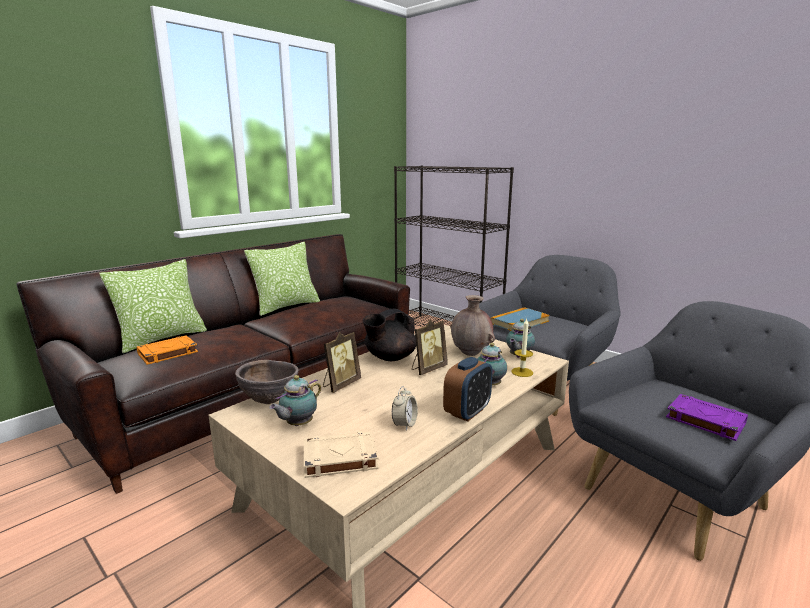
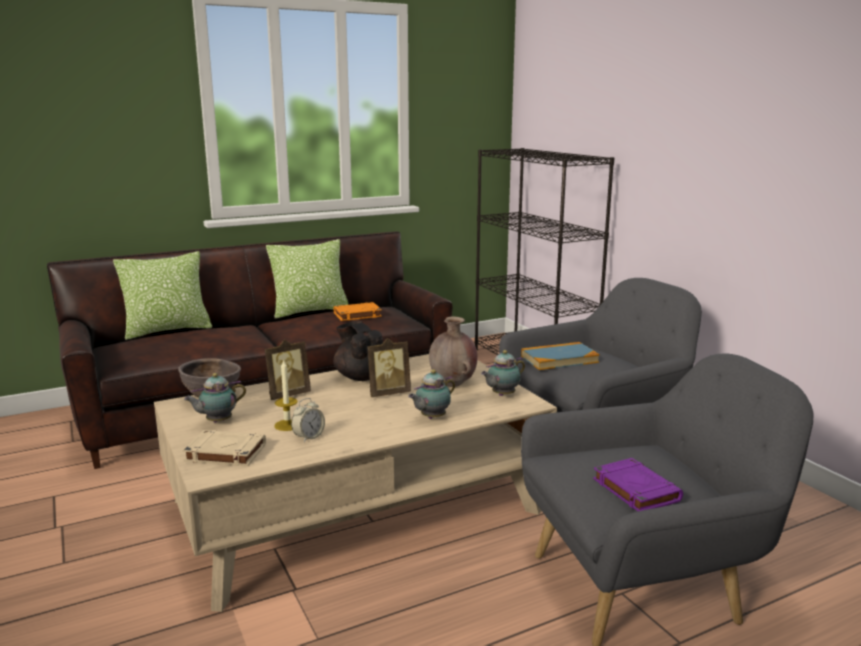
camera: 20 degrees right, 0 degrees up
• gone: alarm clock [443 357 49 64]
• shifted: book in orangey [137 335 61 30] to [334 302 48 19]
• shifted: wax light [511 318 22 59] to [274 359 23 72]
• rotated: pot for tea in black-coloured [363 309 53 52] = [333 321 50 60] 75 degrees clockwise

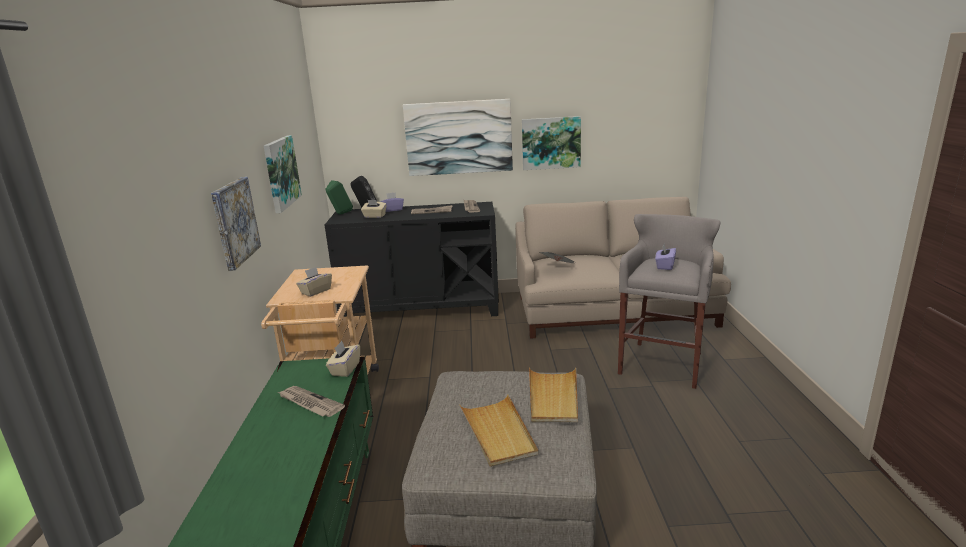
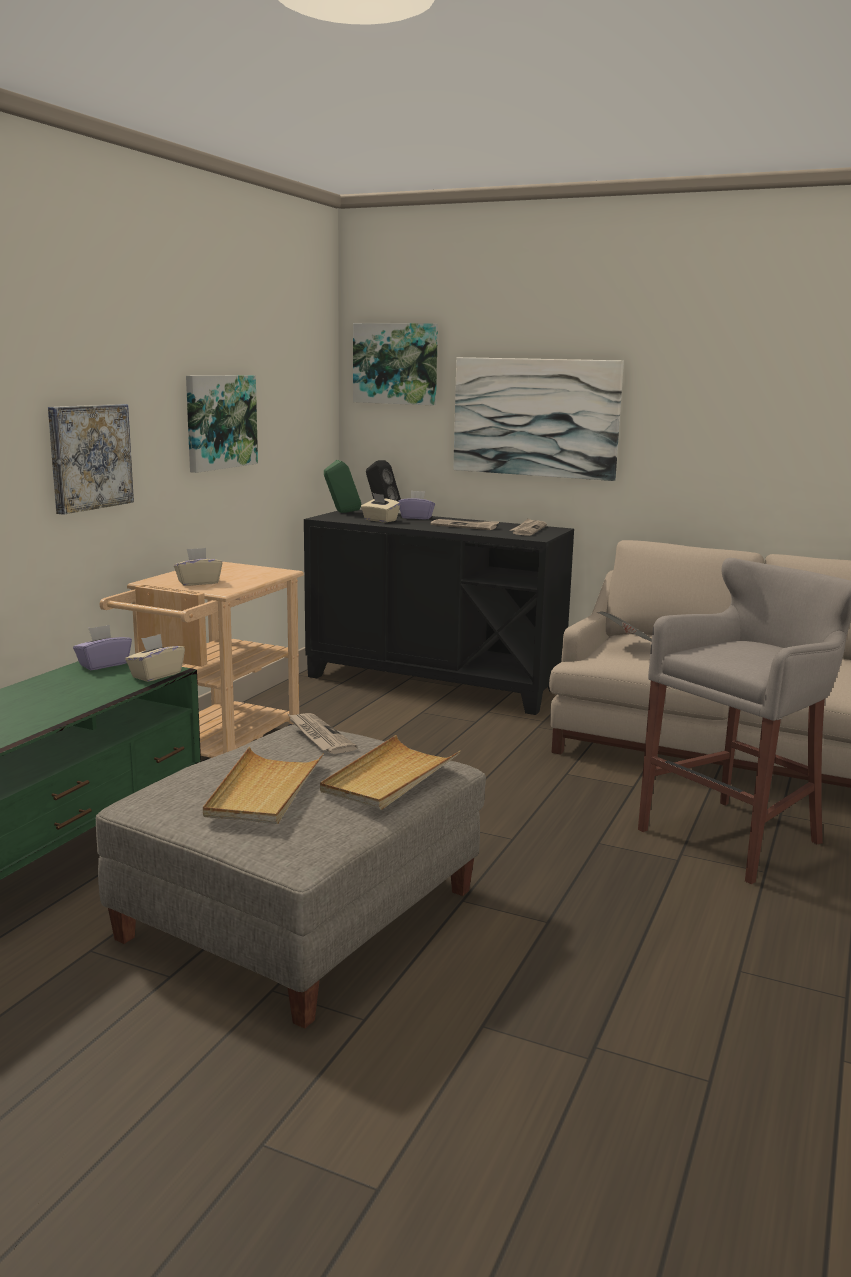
camera: 25 degrees right, 5 degrees down
• shifted: newspaper [278 386 67 31] to [288 713 70 41]
• shifted: wall picture [522 116 59 54] to [353 323 85 82]
• shifted: box of tissues in purple [655 243 21 27] to [73 625 59 45]

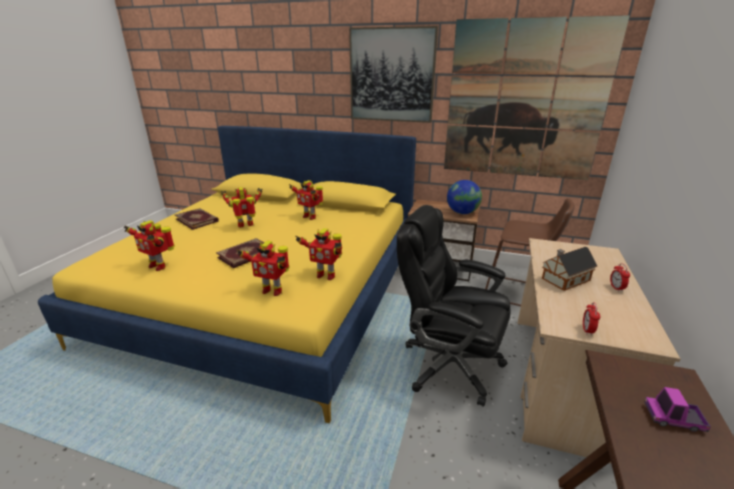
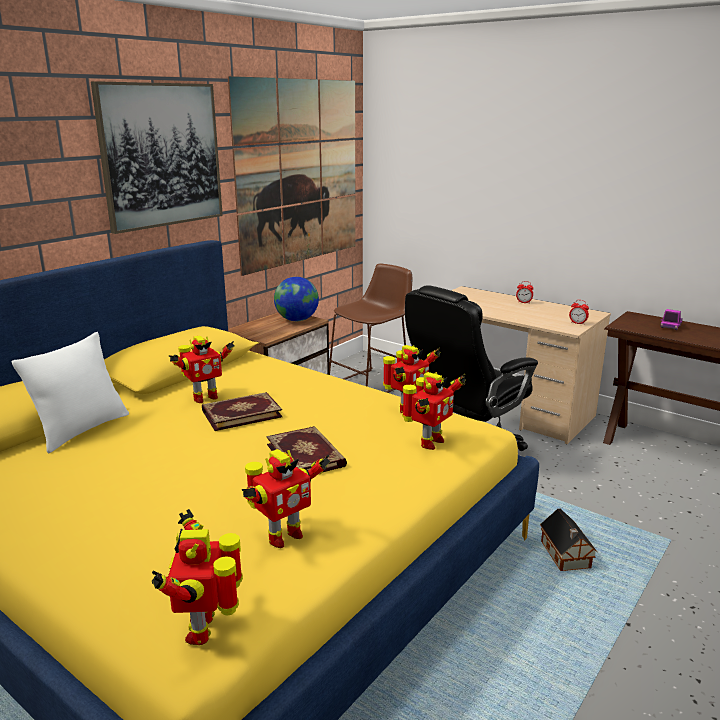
camera: 70 degrees left, 5 degrees down
• new: cushion in whitish [11 332 118 121]
• shifted: book [175 208 44 22] to [202 392 81 39]
• shifted: model robot [221 187 41 40] to [152 509 91 136]
• shifted: miniature house [542 247 55 44] to [540 509 58 62]

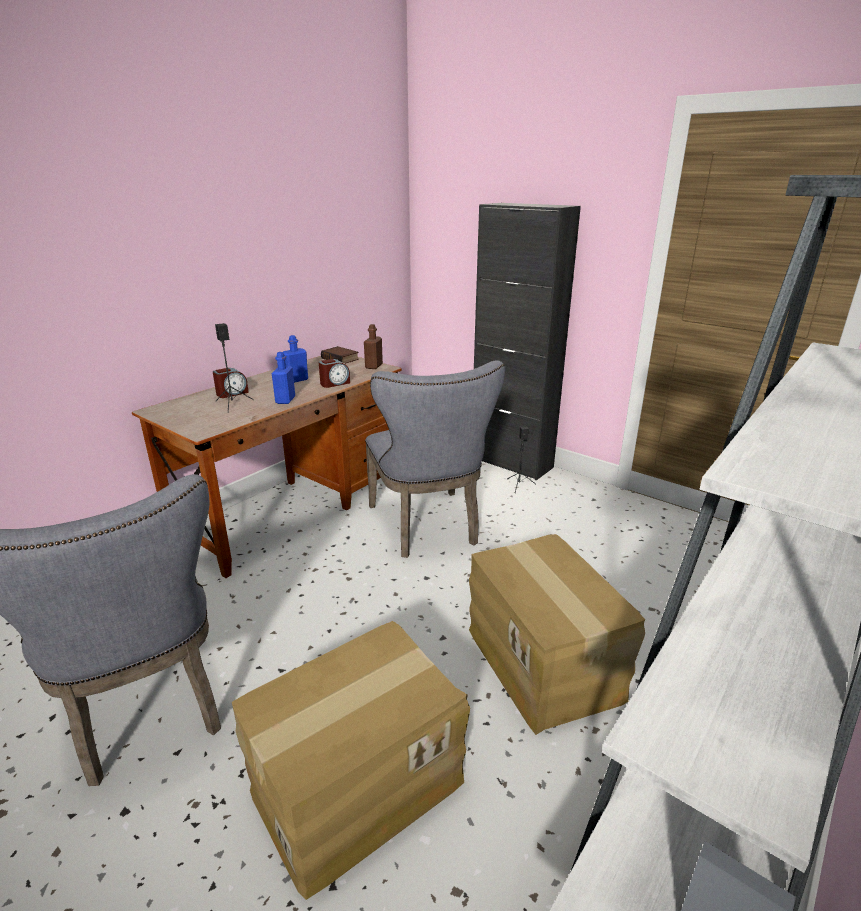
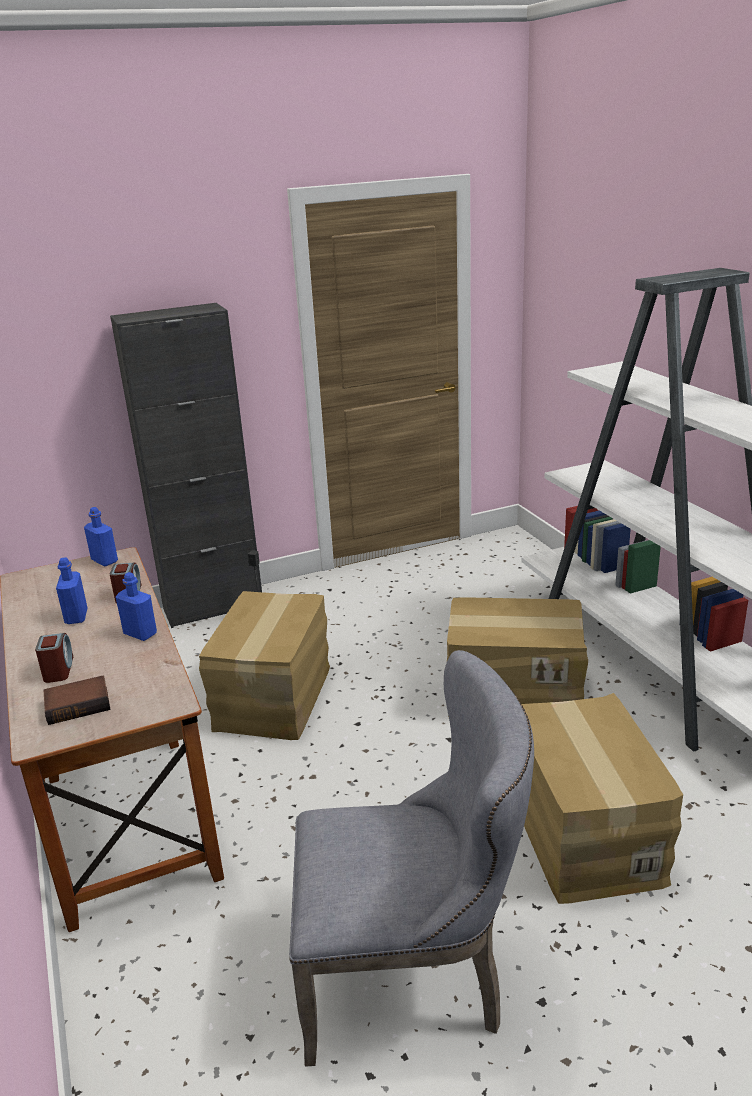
camera: 60 degrees left, 0 degrees up
• gone: speaker in black-coloured [215 323 39 90]
• shifted: book [321 346 38 18] to [44 675 66 50]
• swapped: plain chair in greyish [365 360 140 198] to carton [199 591 131 149]
• repainted: beverage bottle in brown-coloured [364 324 19 45] to beverage bottle in blue-coloured [84 507 34 60]

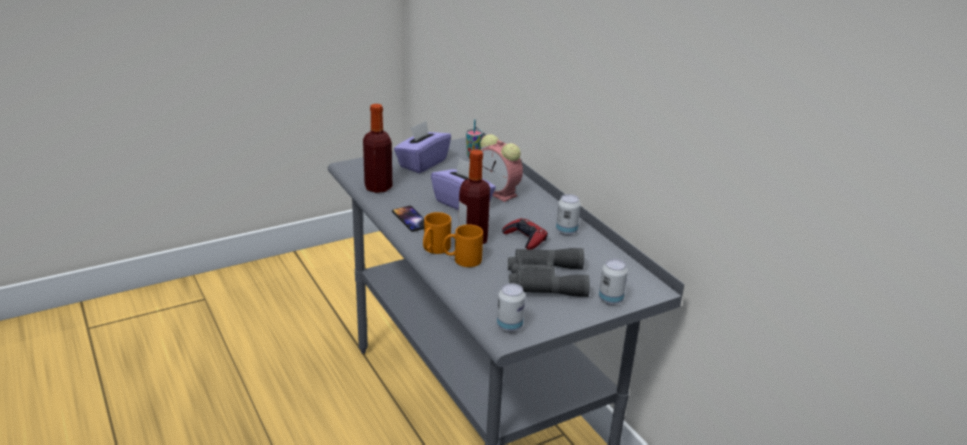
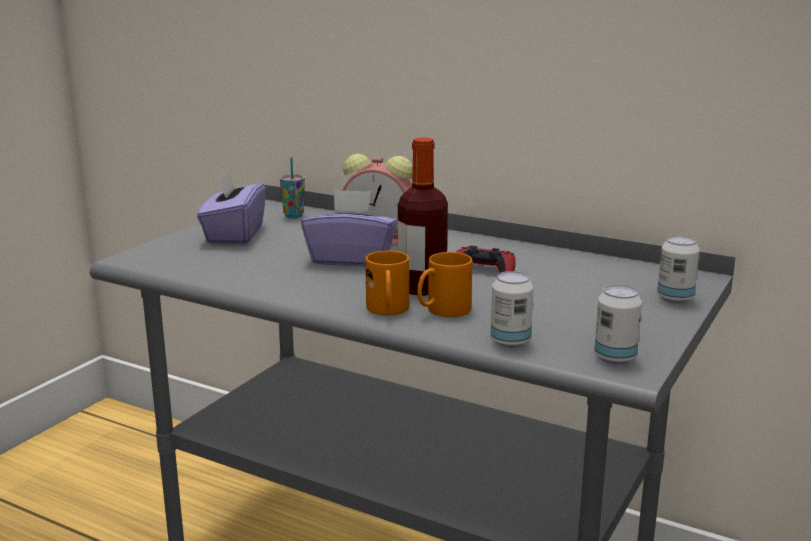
camera: 30 degrees left, 10 degrees down
• gone: beverage bottle [363 104 29 89]
• gone: handset [392 206 32 26]
• gone: binoculars in greyish [508 248 82 49]
• shifted: metal can [556 194 25 41] to [490 271 43 77]

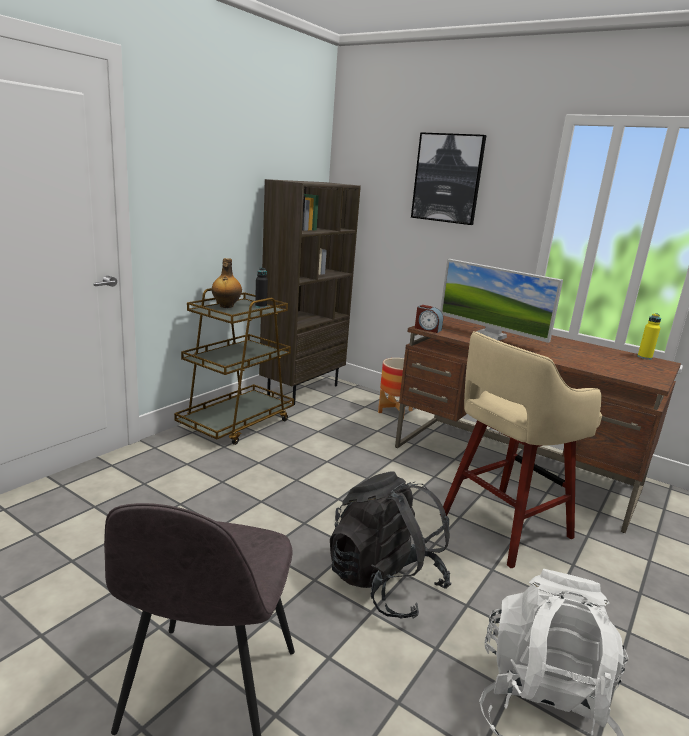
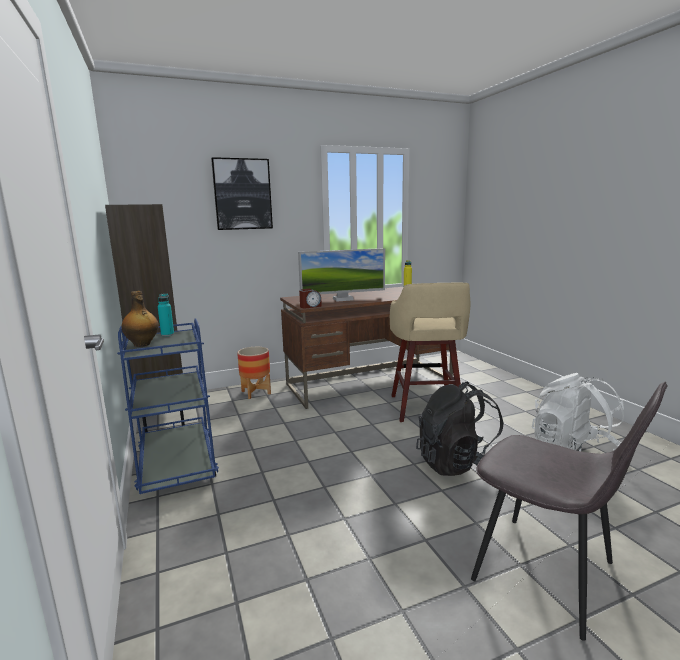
camera: 55 degrees left, 5 degrees down
• repainted: trolley in brown-coloured [174 288 120 157] to trolley in blue-coloured [117 318 102 176]
• repainted: beverage bottle in black-coloured [255 267 13 41] to beverage bottle in turquoise-coloured [158 293 16 43]

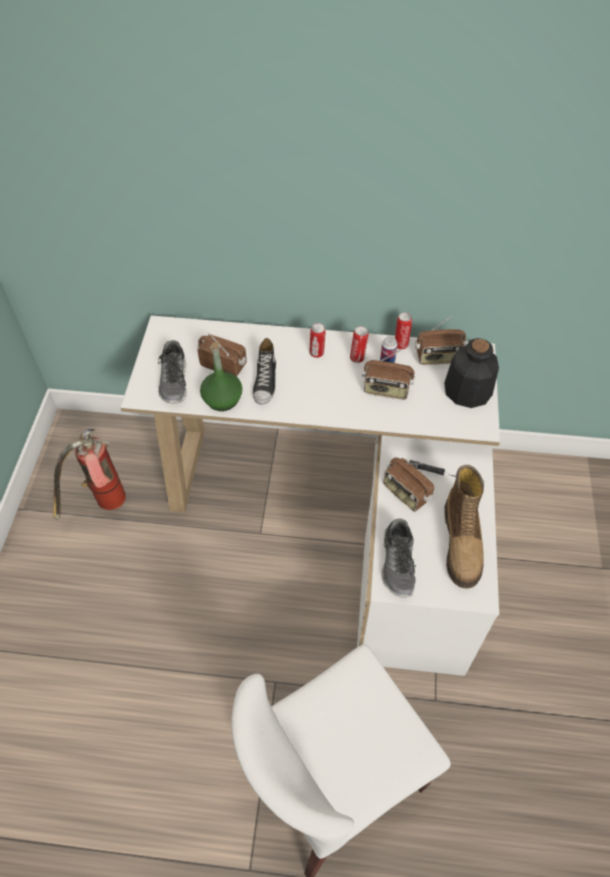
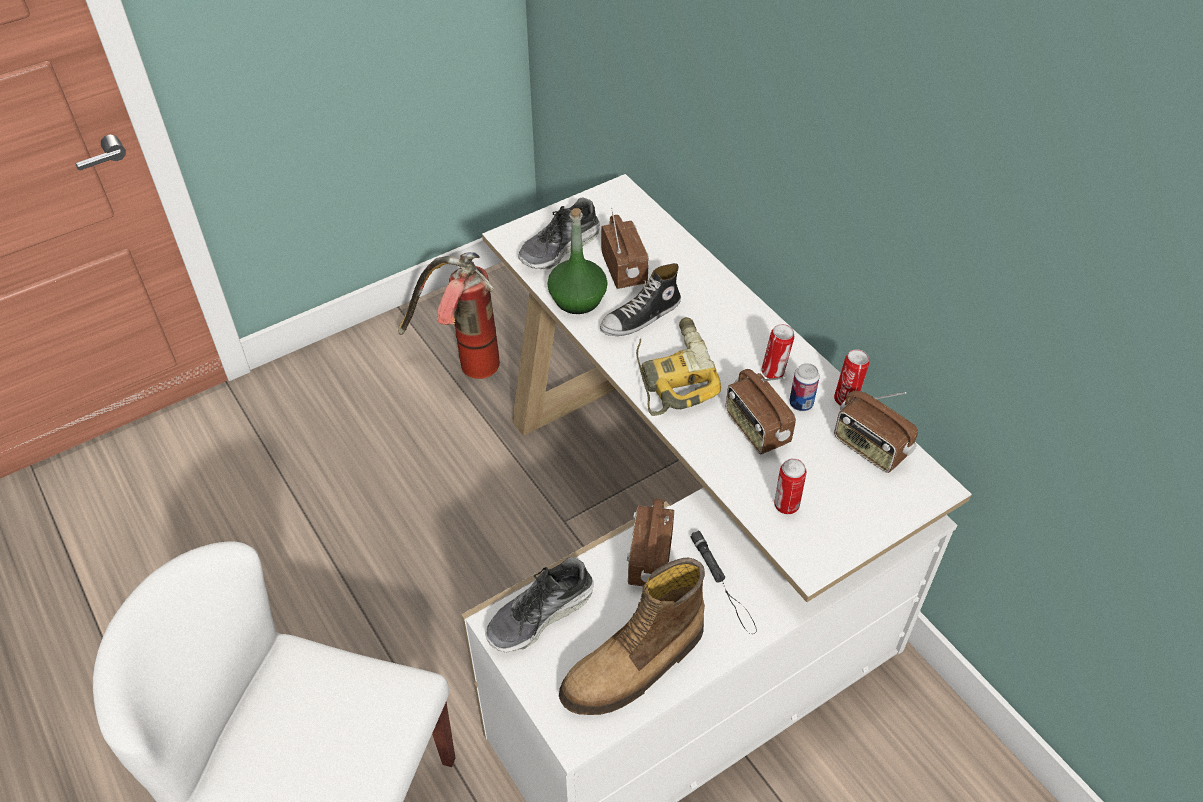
camera: 50 degrees right, 5 degrees down
• gone: beverage bottle [444 338 55 70]
• new: electric drill [636 317 85 99]
• shifted: metal can [309 323 17 35] to [774 459 33 55]

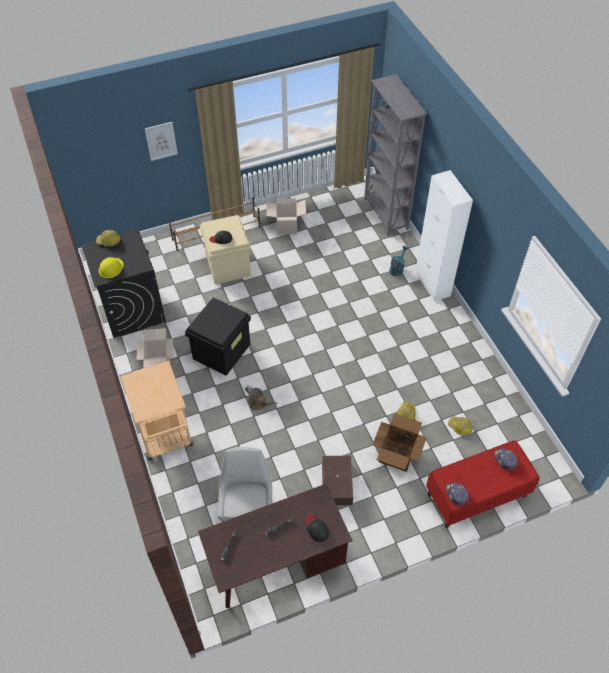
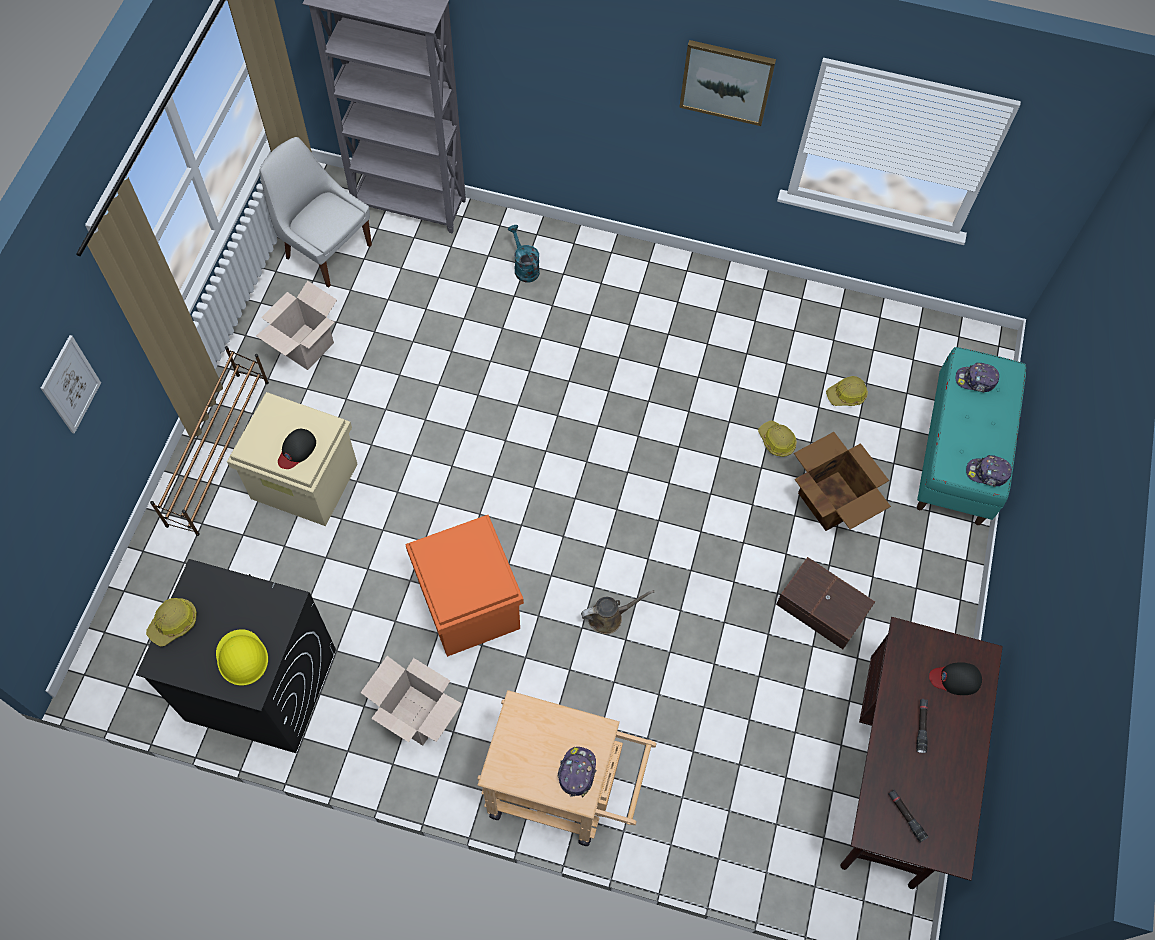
camera: 55 degrees left, 10 degrees up
• gone: cabinet in whitish [415 170 58 131]
• new: cap [558 747 38 50]
• new: wall picture [679 40 97 86]
• shifted: plain chair in whitish [218 447 54 75] to [259 137 113 151]
• repainted: storage bin in black-coloured [185 297 66 79] to storage bin in orangey [405 515 119 142]
• repainted: indoor bench in reddish [426 440 114 88] to indoor bench in turquoise-coloured [917 347 109 178]

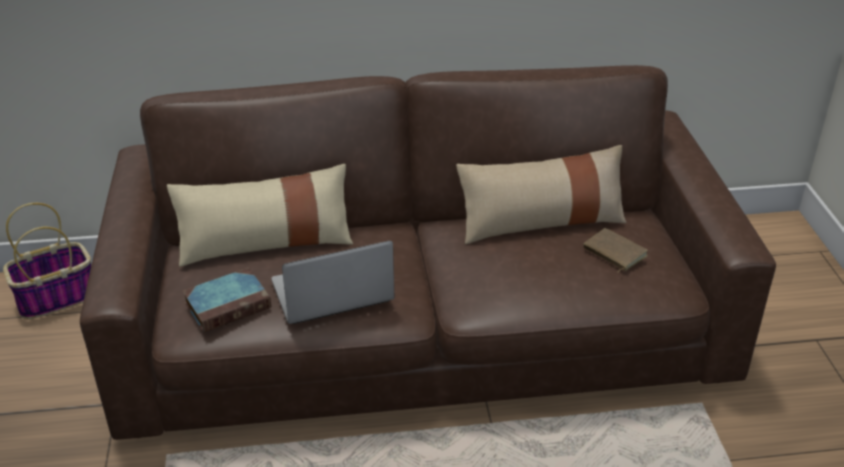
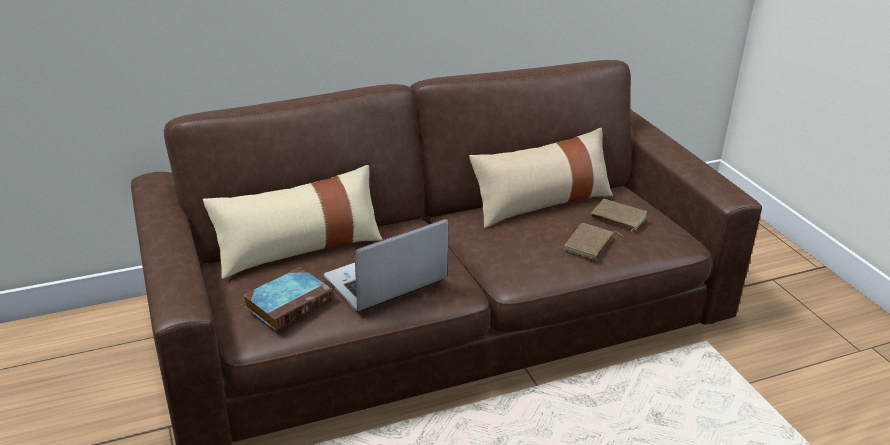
camera: 15 degrees left, 5 degrees down
• gone: storage basket [3 203 88 116]
• new: book in brown-coloured [563 223 61 37]

